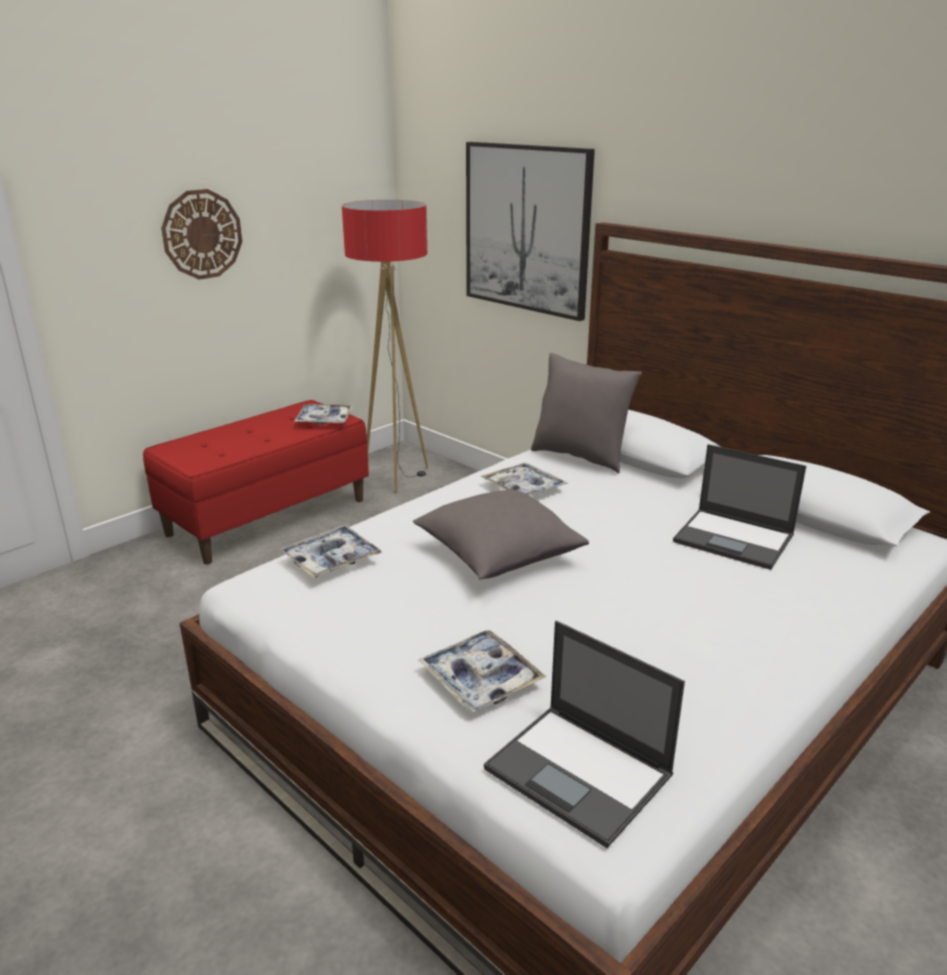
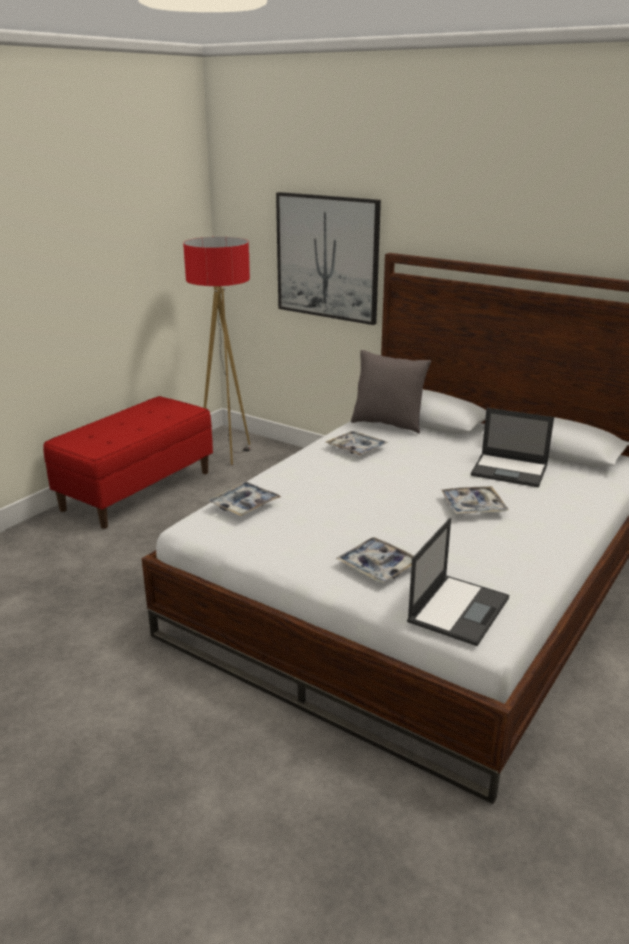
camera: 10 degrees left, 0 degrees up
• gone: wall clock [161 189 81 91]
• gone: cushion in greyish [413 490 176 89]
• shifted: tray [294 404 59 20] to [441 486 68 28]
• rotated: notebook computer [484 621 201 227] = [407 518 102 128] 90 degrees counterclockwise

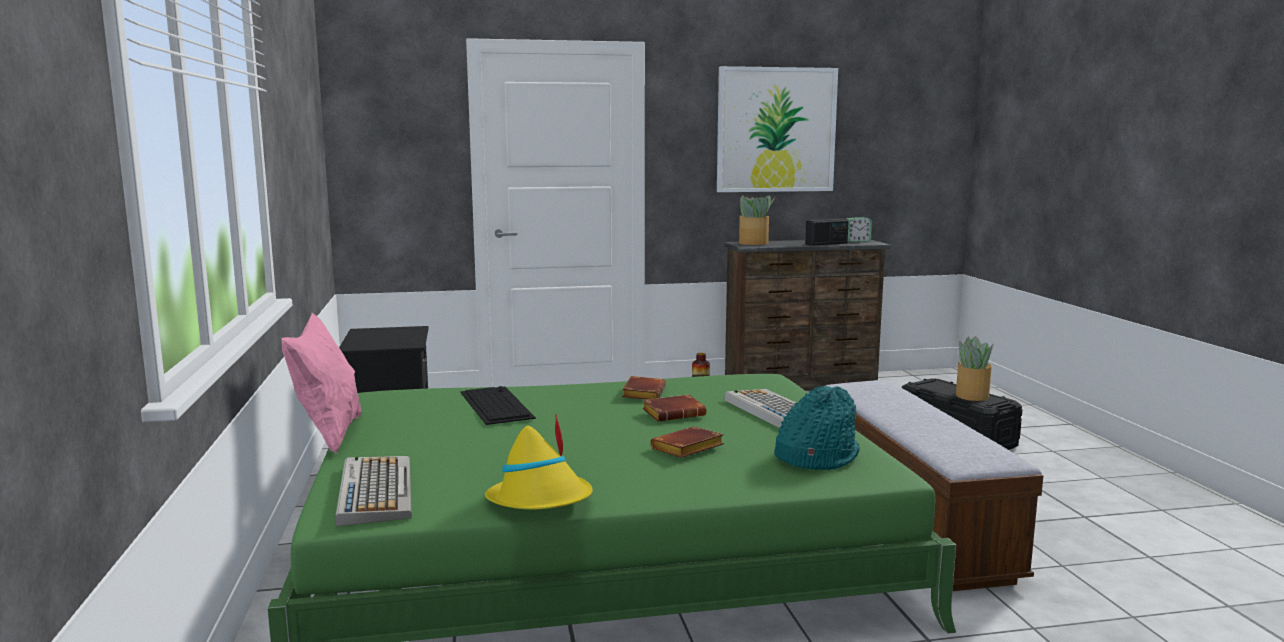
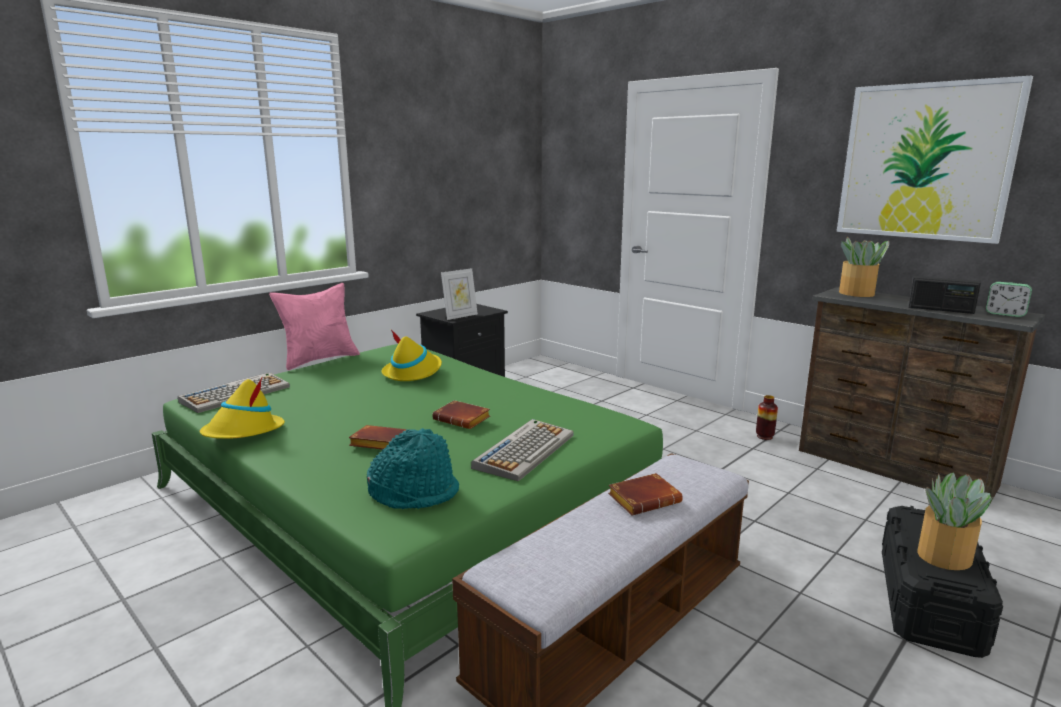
camera: 55 degrees right, 5 degrees up
• new: photo frame [441 268 37 52]
• shifted: book in brown-coloured [622 376 44 24] to [608 473 75 43]
• swapped: computer keyboard [460 386 76 39] to clothing hat in yellow-coloured [381 330 61 51]

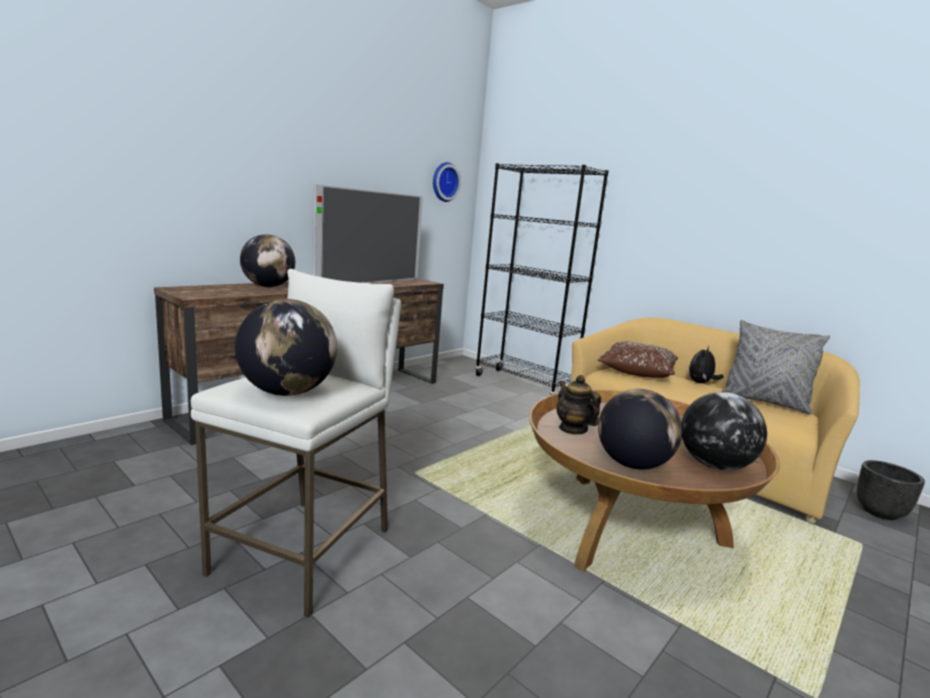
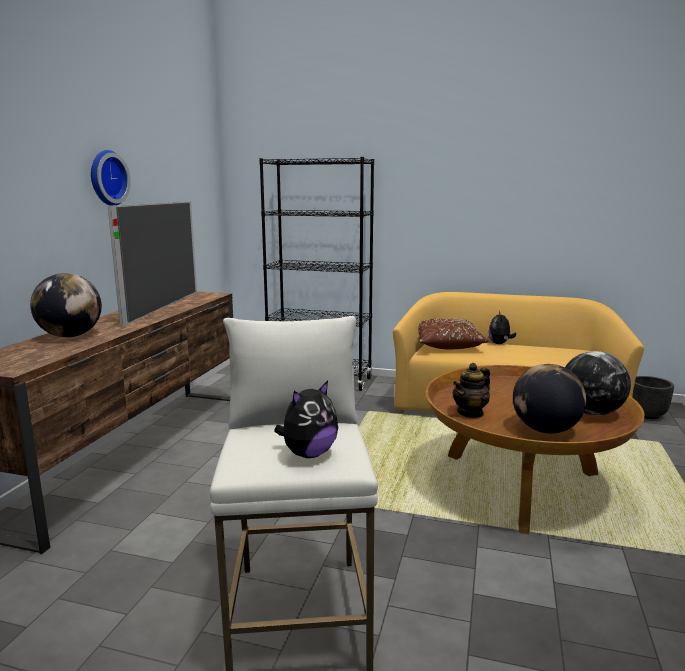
camera: 25 degrees left, 0 degrees up
• gone: cushion in greyish [721 320 109 94]
• shifted: wall clock [433 162 28 40] to [91 150 40 56]
• swapped: world globe [235 299 102 97] to plush toy [274 380 64 78]
• rotated: pot for tea [556 375 45 60] = [453 363 37 55] 75 degrees counterclockwise

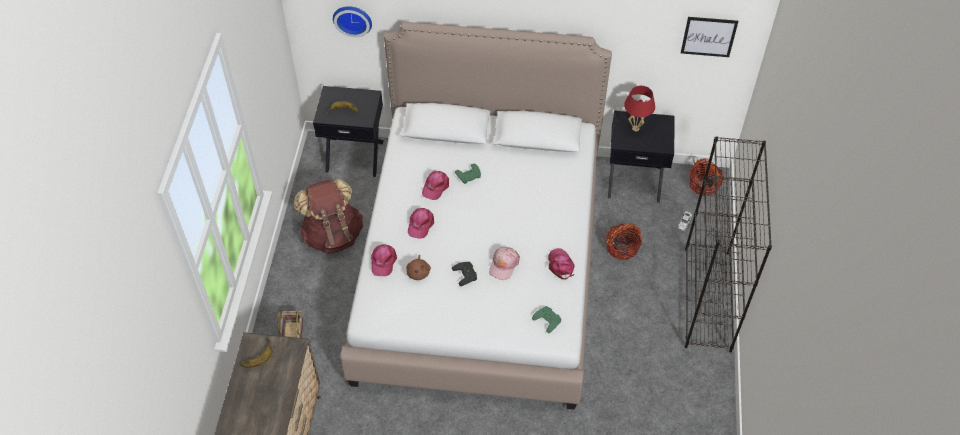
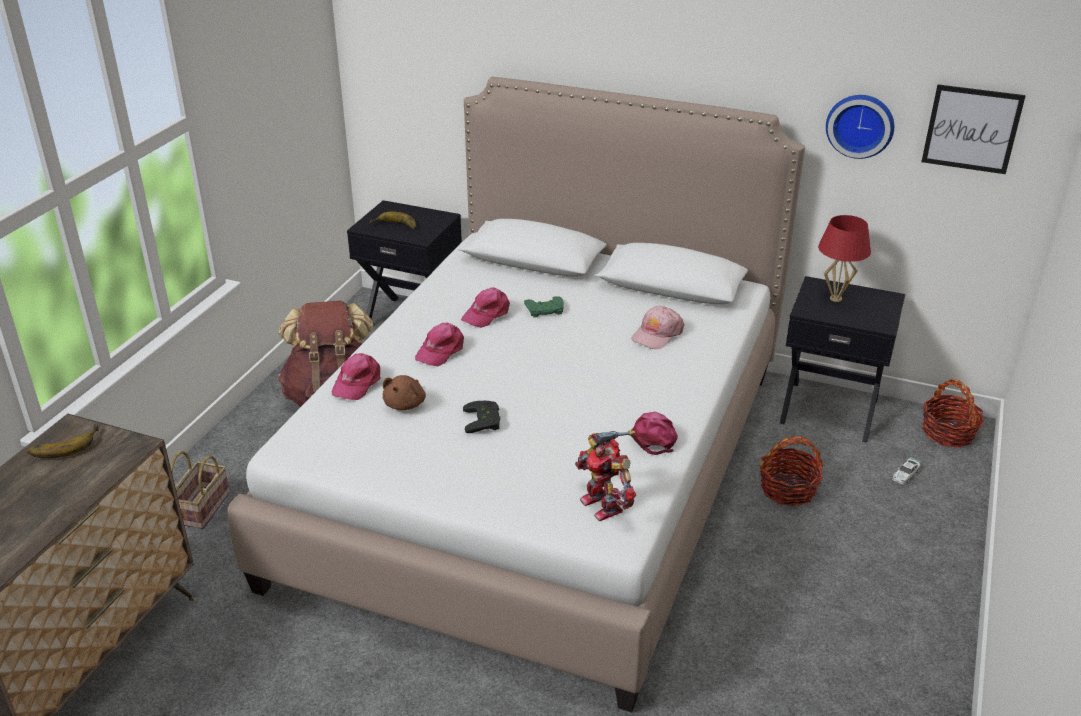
camera: 15 degrees right, 20 degrees down
• gone: bookcase in black-coloured [685 136 87 216]
• shifted: wall clock [333 6 39 31] to [826 95 68 64]
• shifted: cap in pinkish [489 247 31 33] to [631 306 53 43]
• swapped: gamepad in greenish [532 306 29 27] to model robot [575 430 61 91]

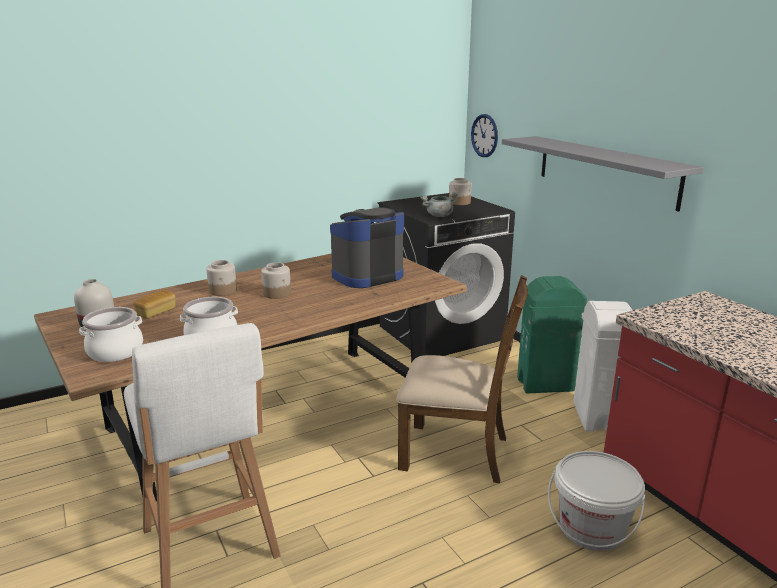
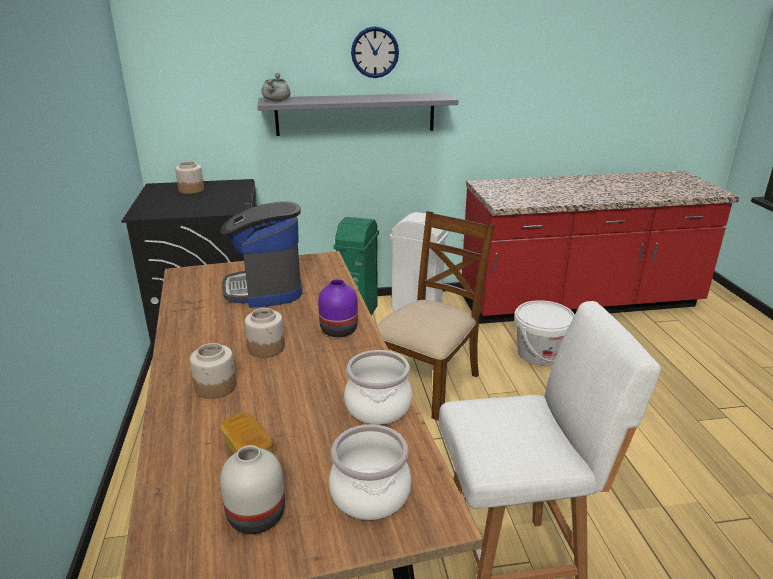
camera: 70 degrees left, 5 degrees up
• new: decorative vase in purple [318 279 40 58]
• shifted: saucepot in greyish [420 192 38 25] to [261 73 30 28]
• shifted: wall clock [471 114 27 43] to [351 27 48 51]

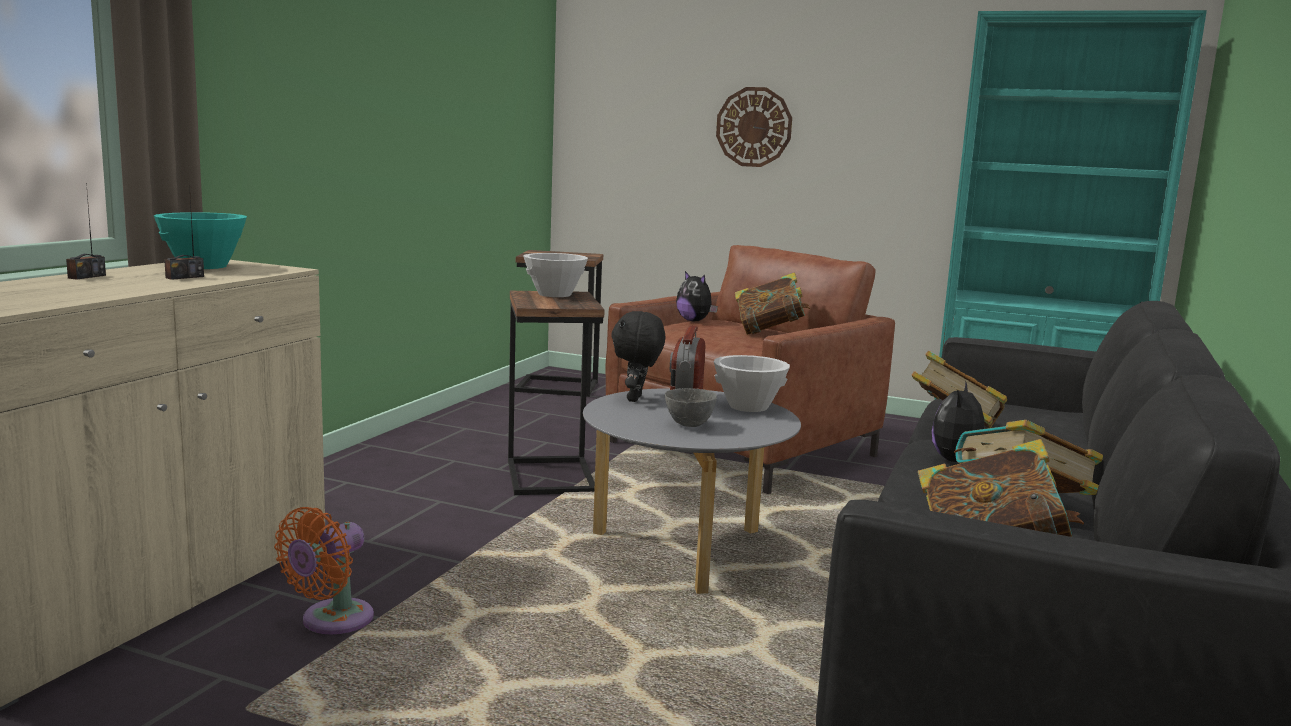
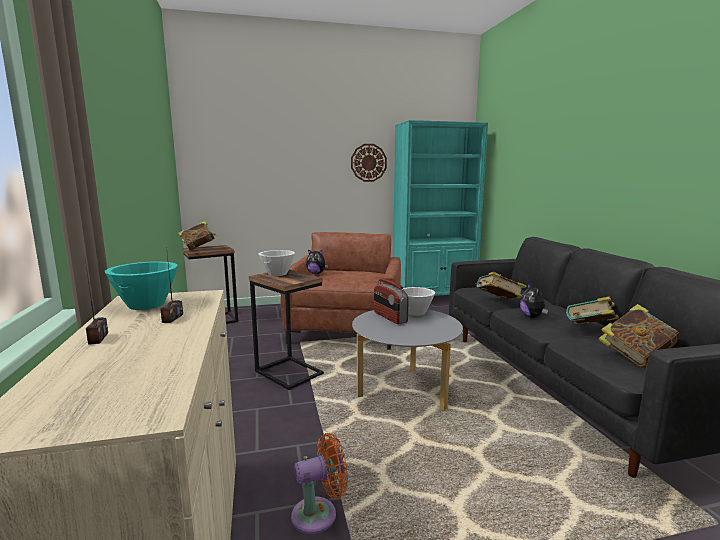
camera: 35 degrees left, 0 degrees up
• gone: plush toy in black-coloured [611 311 54 91]
• gone: serving bowl in greyish [665 388 52 39]
• shifted: wall clock [716 87 76 80] to [351 144 36 38]
• shifted: book [735 272 75 63] to [179 221 37 29]
• rotated: cooling fan in orangey [274 507 100 127] = [291 433 57 101] 105 degrees counterclockwise

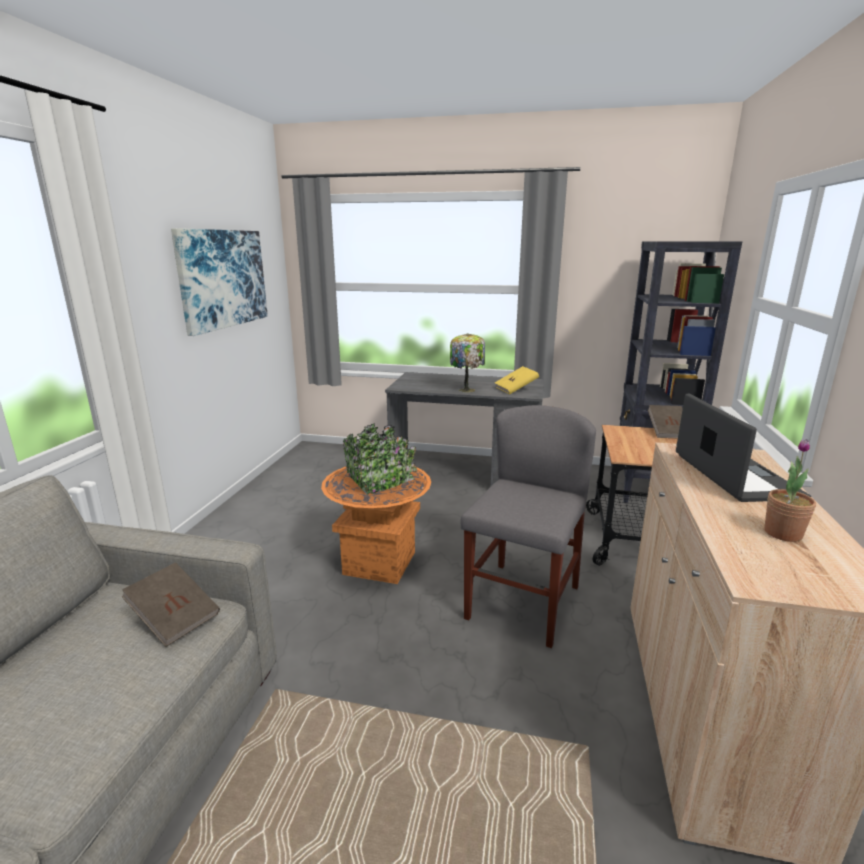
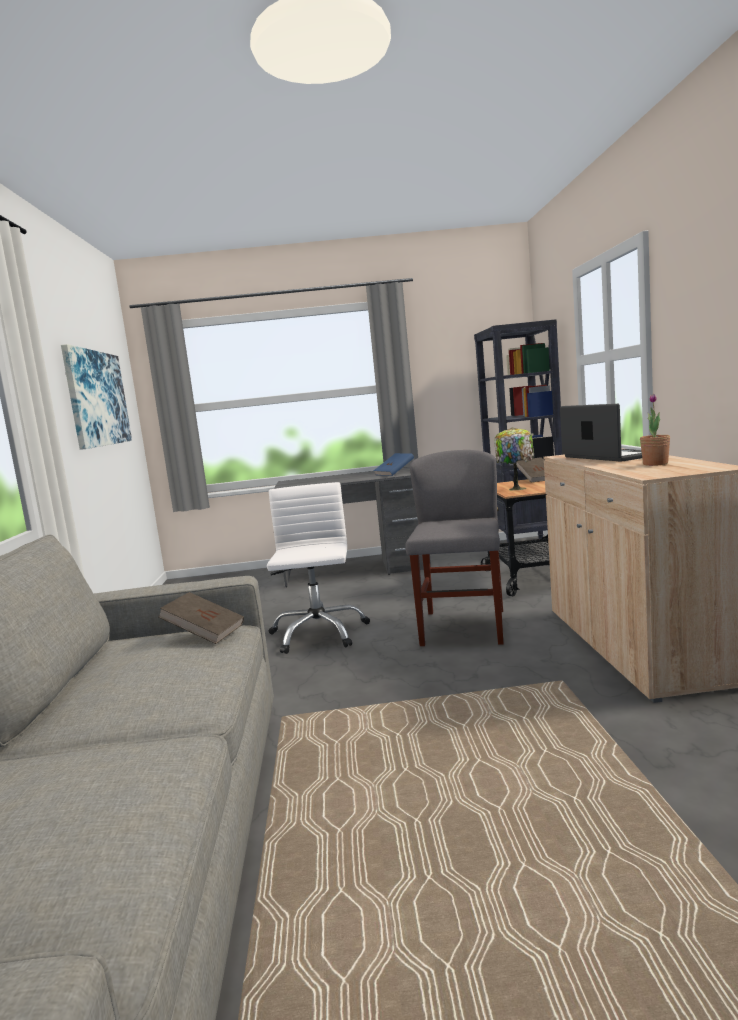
camera: 15 degrees left, 10 degrees down
• shifted: tabletop lamp [450 333 35 60] to [494 427 41 63]
• swapped: plant pot in orangey [321 423 110 161] to desk chair in whitish [267 482 103 172]
• repainted: book in yellow-coloured [495 366 44 28] to book in blue-coloured [374 453 40 23]

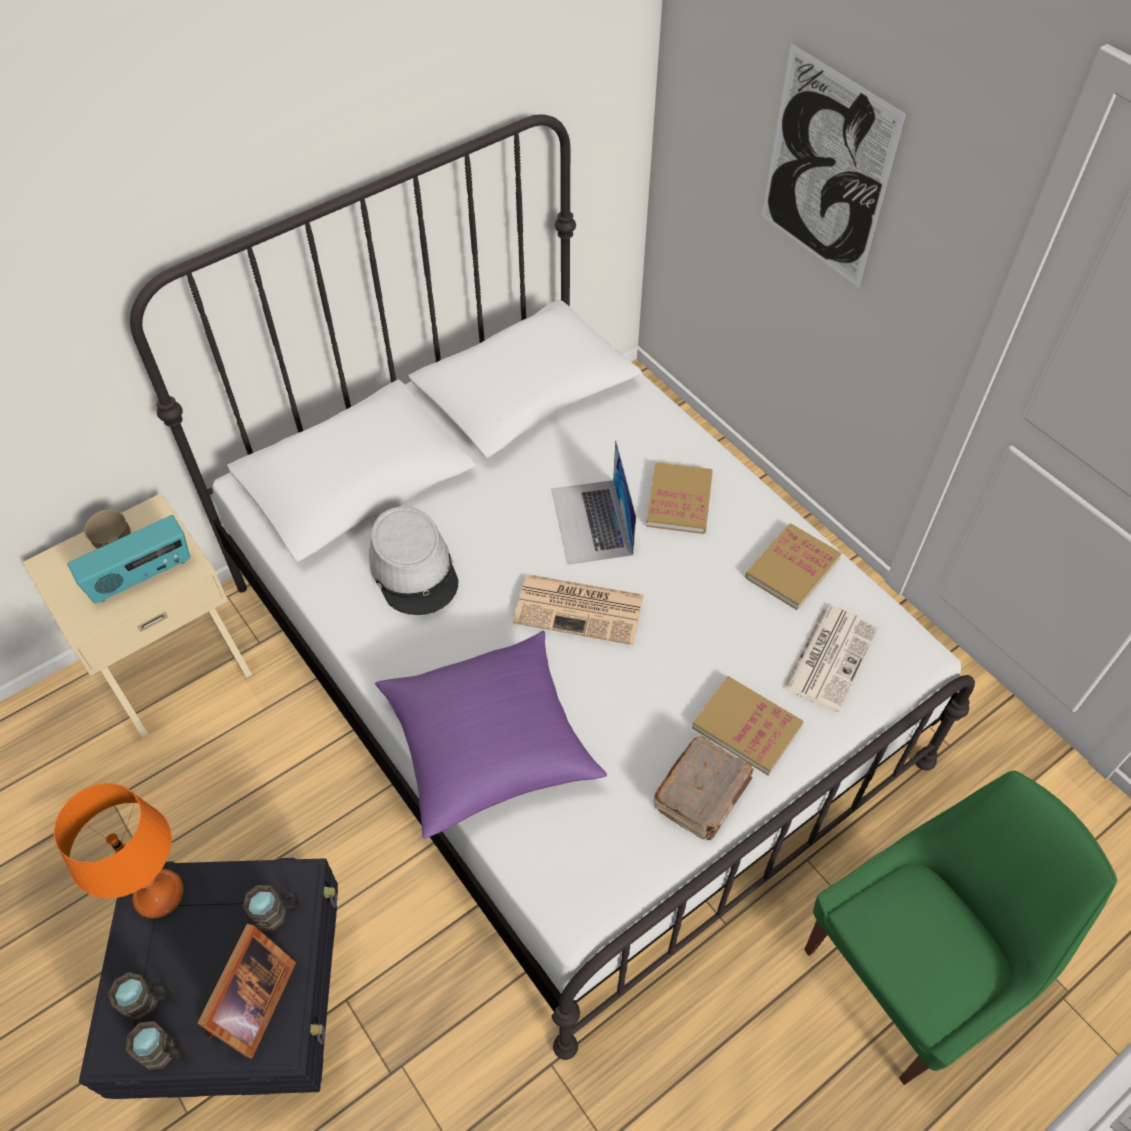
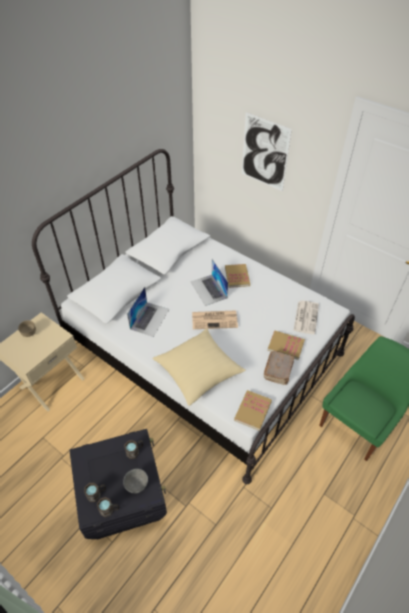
camera: 15 degrees left, 5 degrees down
• gone: tabletop lamp in orangey [54 783 130 135]
• gone: radio [67 515 123 88]
• shifted: book [745 523 96 87] to [234 390 38 41]
• swapped: photo frame [197 924 99 135] to serving bowl in greyish [123 469 25 24]
• swapped: clothing hat in greyish [369 506 89 109] to notebook computer [127 287 42 50]
• repainted: cushion in purple [375 631 232 208] to cushion in beige-coloured [152 328 94 78]

